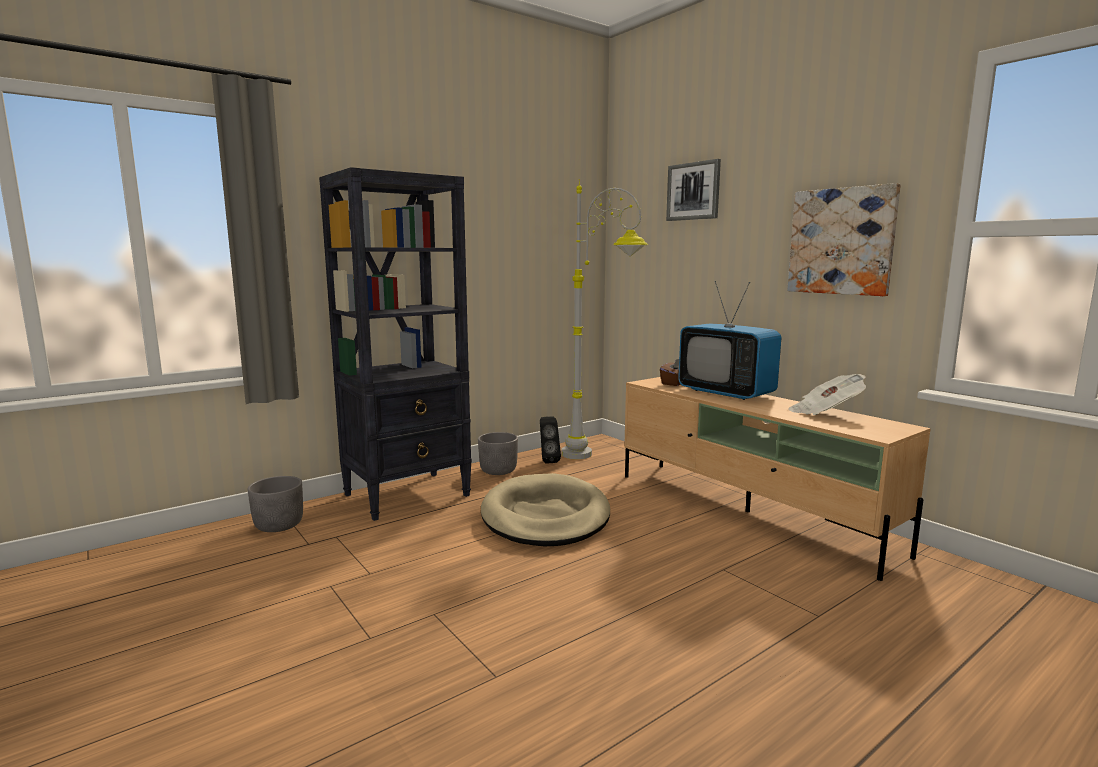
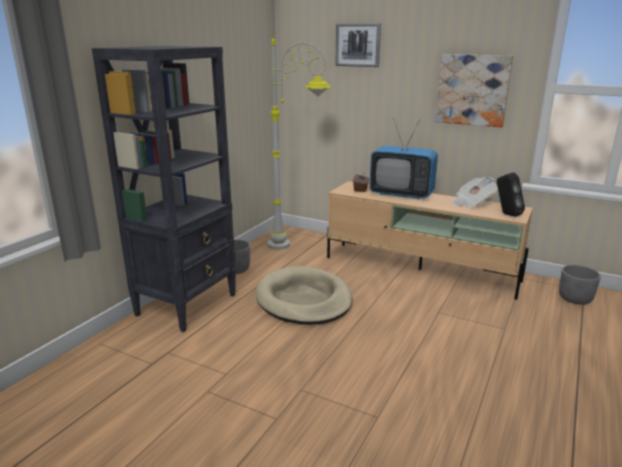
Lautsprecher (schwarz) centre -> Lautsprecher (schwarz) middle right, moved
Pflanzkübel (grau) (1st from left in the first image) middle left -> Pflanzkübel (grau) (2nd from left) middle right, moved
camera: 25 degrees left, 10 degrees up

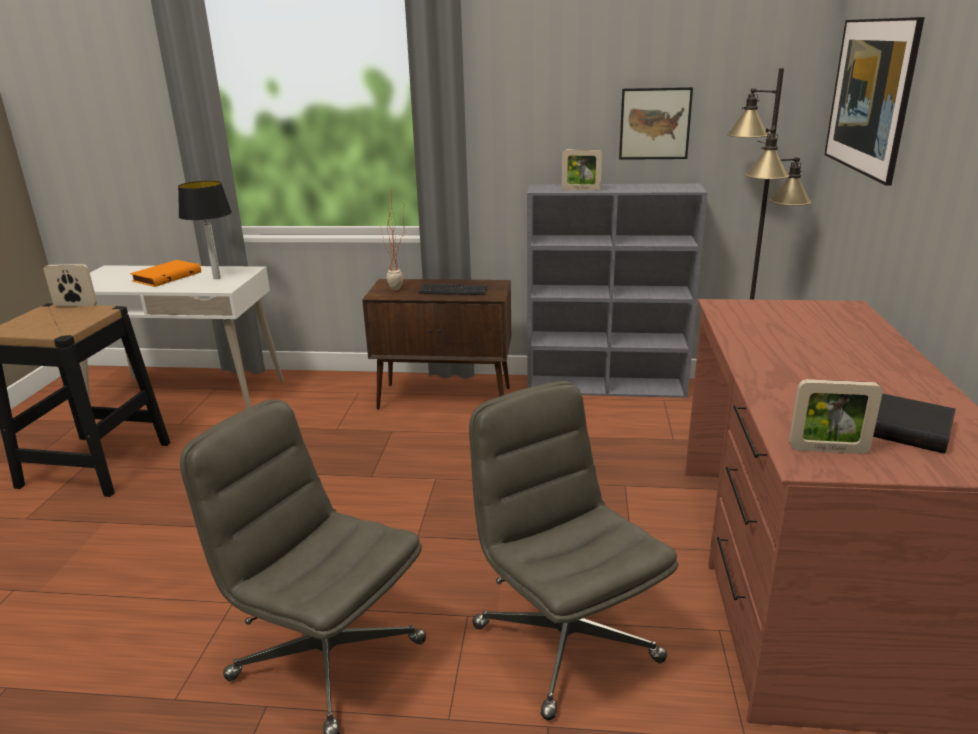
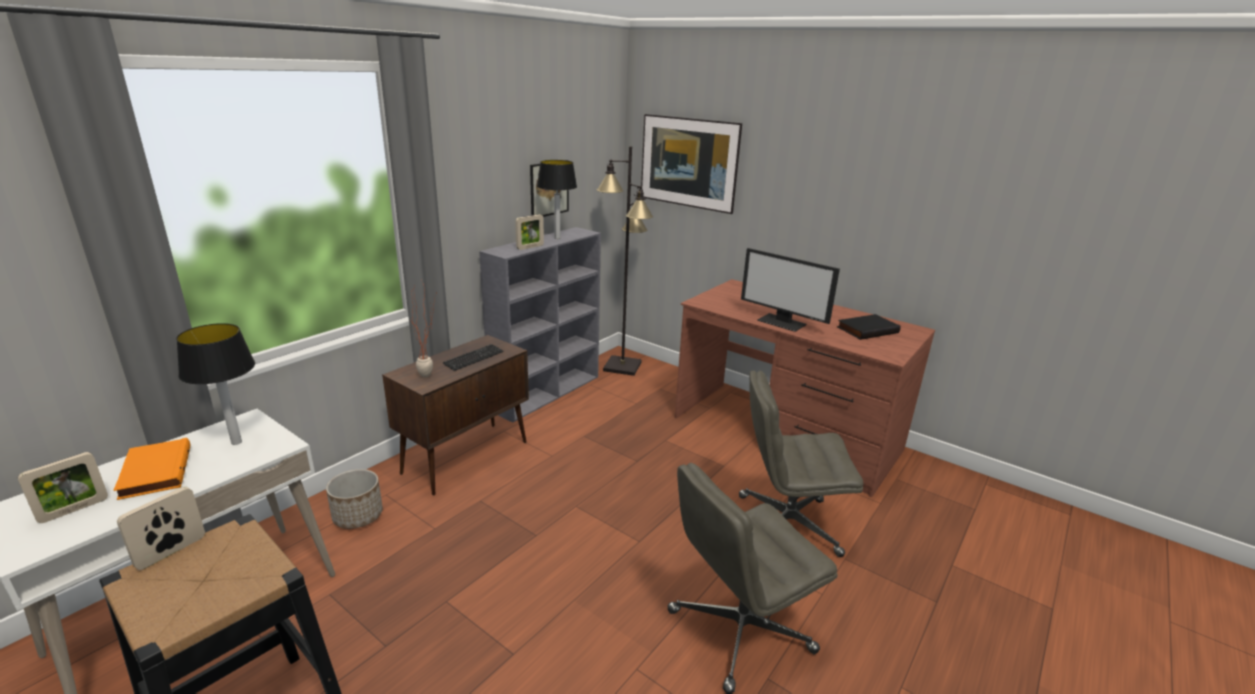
Bilderrahmen (3rd from left in the first image) middle right -> Bilderrahmen (1st from left) bottom left, moved
none -> Tischlampe (2nd from left) top centre
none -> Monitor centre
none -> Pflanzkübel bottom left
camera: 60 degrees left, 0 degrees up

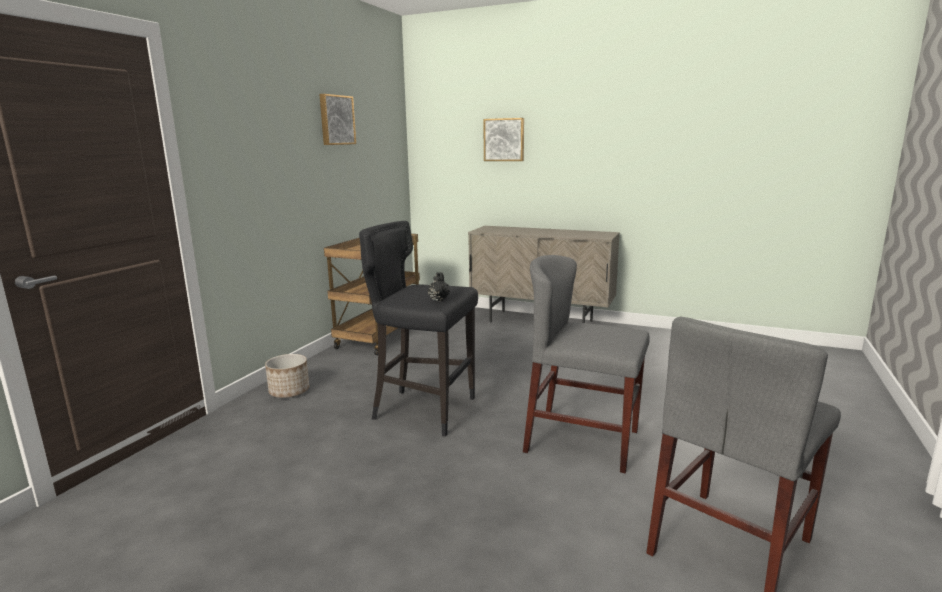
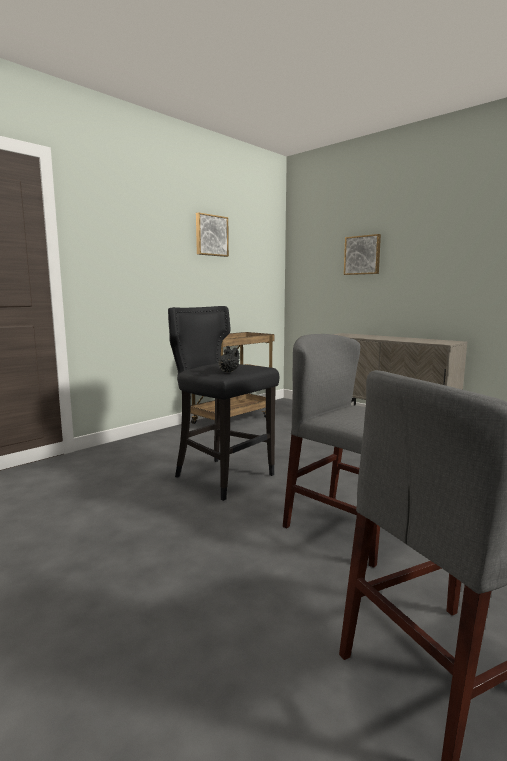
Pflanzkübel middle left -> none
camera: 20 degrees right, 5 degrees down

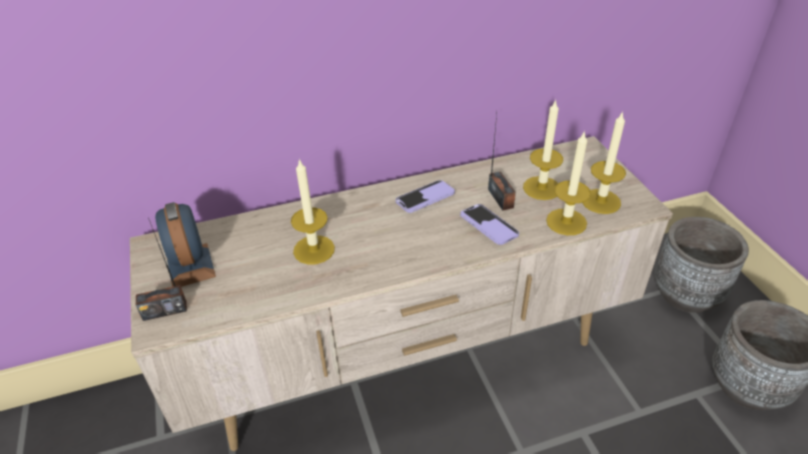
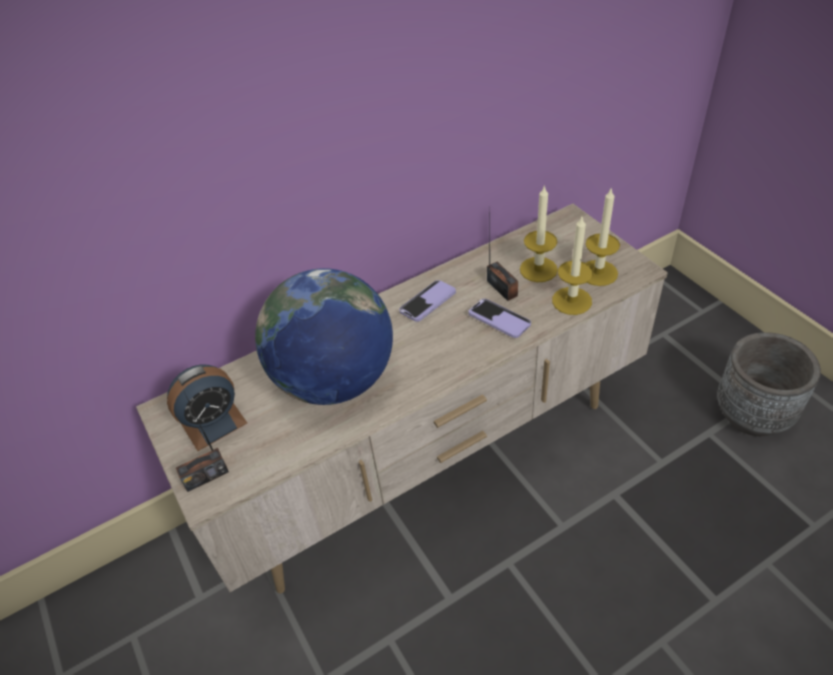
Kerze (1st from left) centre -> Globus centre
Wecker middle left, 90 degrees counterclockwise
Pflanzkübel (grau) (1st from left) middle right -> none
camera: 10 degrees left, 5 degrees up

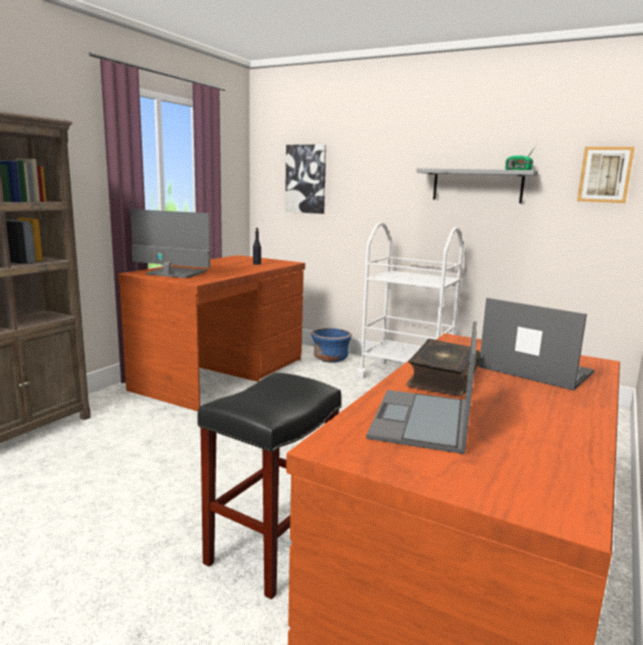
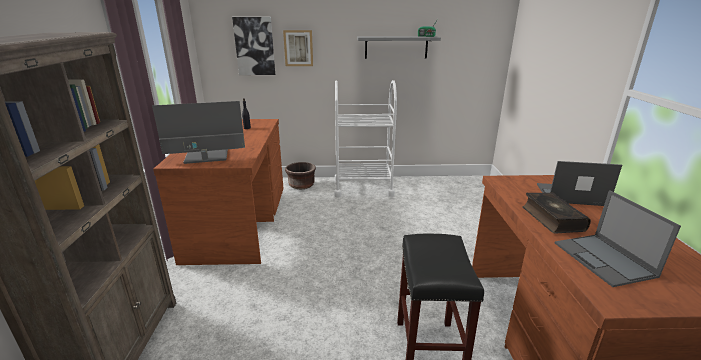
Bild (2nd from left) top right -> Bild (2nd from left) top centre, moved
Pflanzkübel (blau) centre -> Pflanzkübel (braun) centre
camera: 30 degrees left, 10 degrees up

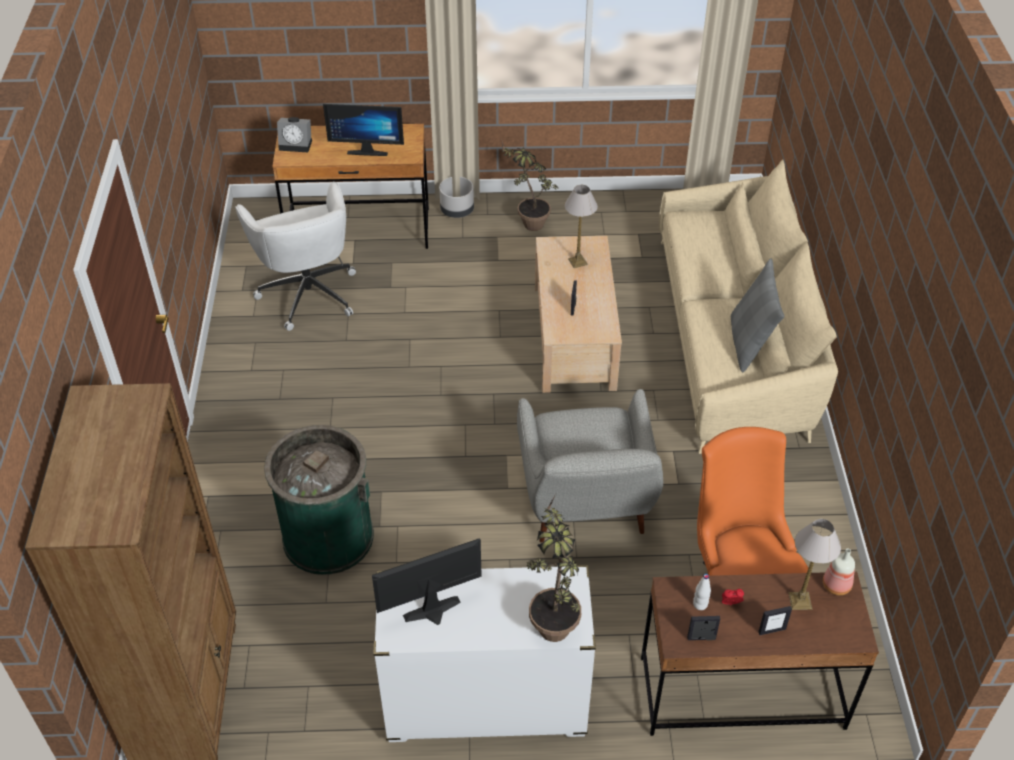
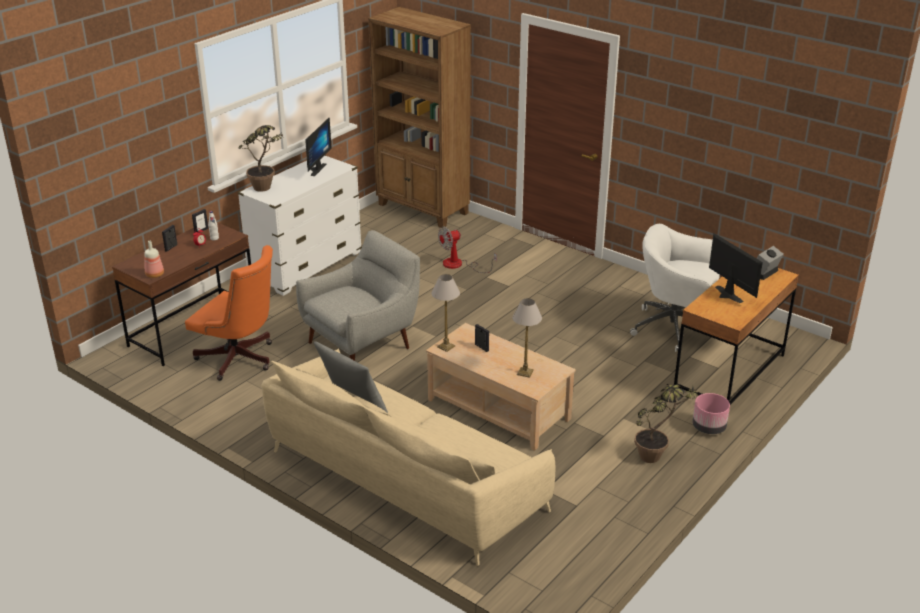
Monitor (1st from left in the first image) top centre -> Monitor (2nd from left) middle right, 105 degrees clockwise
Pflanzkübel (grau) top centre -> Pflanzkübel (rosa) bottom right
Sessel (grau) centre, 105 degrees clockwise
Mülleimer (grün) middle left -> Ventilator centre
Tischlampe (2nd from left in the first image) bottom right -> Tischlampe (1st from left) centre, moved
camera: 130 degrees right, 15 degrees down

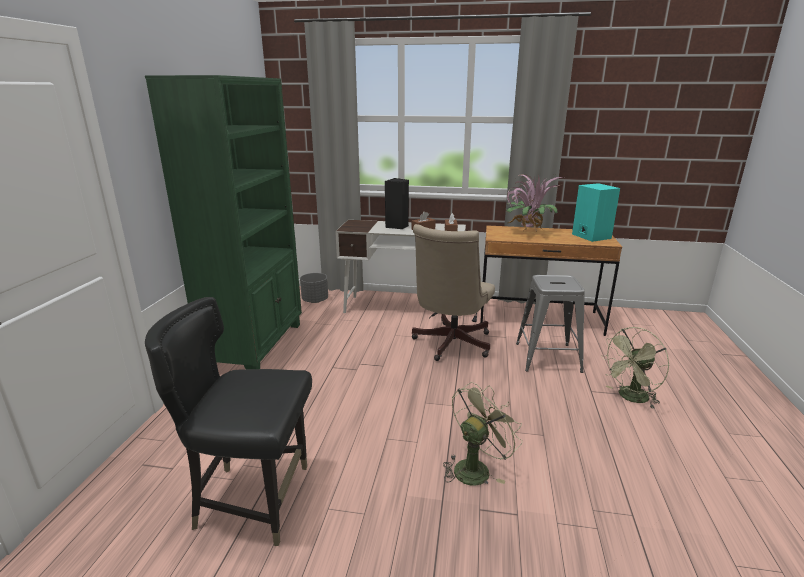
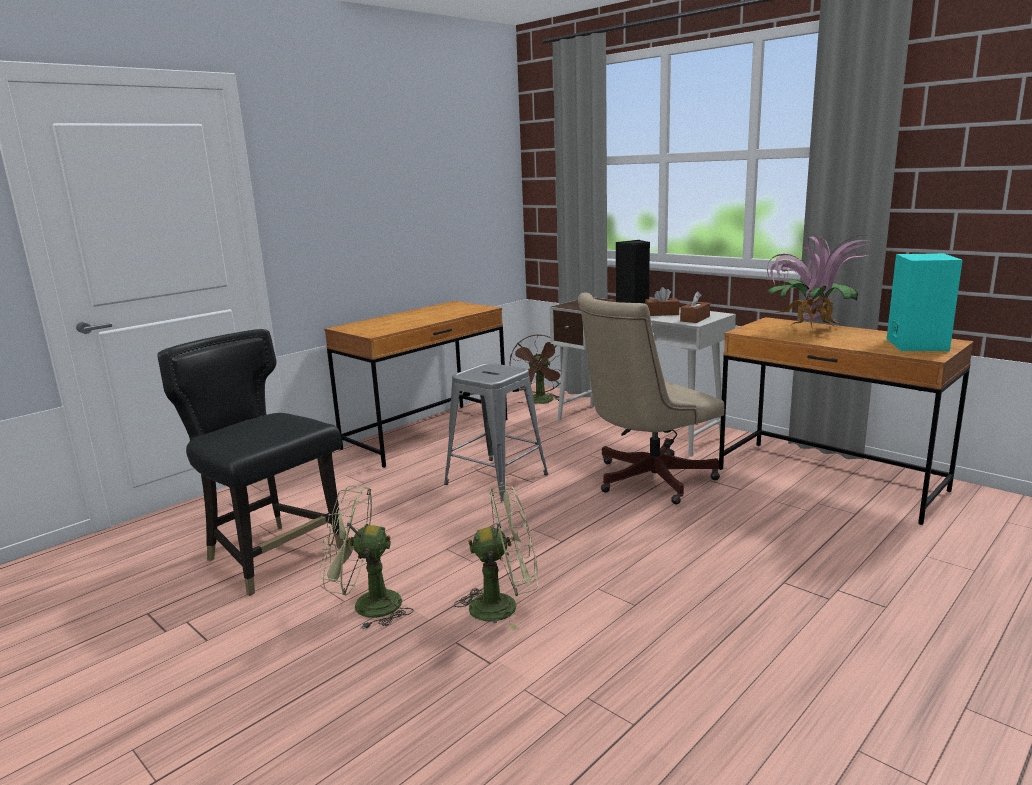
Bücherregal (grün) middle left -> Schreibtisch (braun) (1st from left) centre
Pflanzkübel (grau) centre -> Ventilator (braun) centre
Hocker (grau) middle right -> Hocker (grau) centre, moved
Ventilator (grün) (2nd from left in the first image) middle right -> Ventilator (grün) (1st from left) bottom centre, moved
camera: 35 degrees right, 5 degrees down

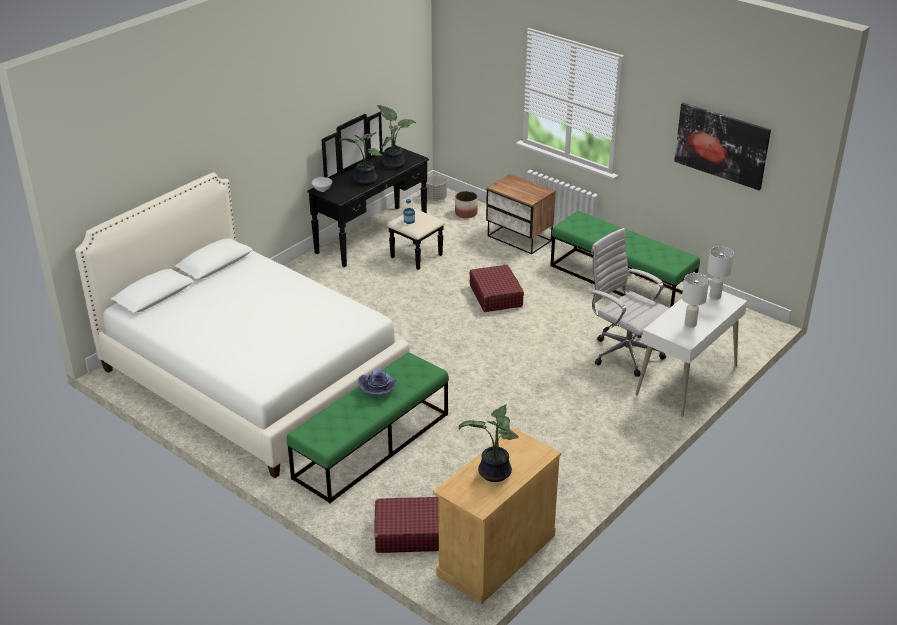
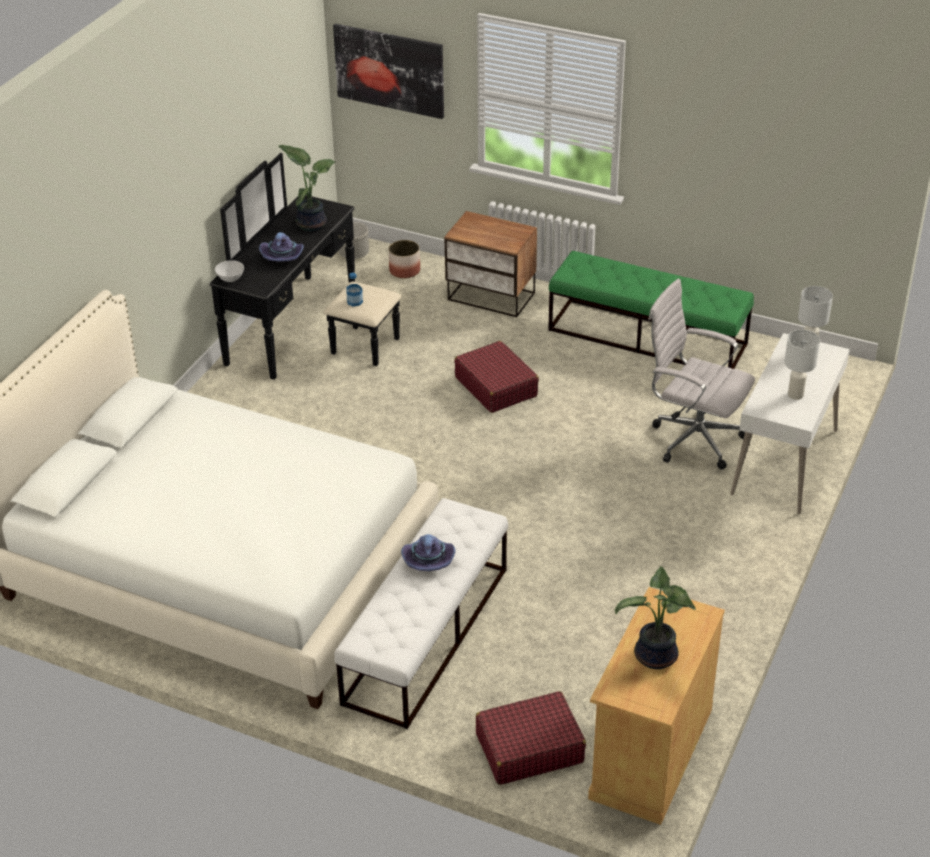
Bild top right -> Bild top centre, moved
Topfpflanze (1st from left) top centre -> Hut (lila) (1st from left) top left
Bank (grün) (1st from left) bottom centre -> Bank (weiß) bottom centre
camera: 15 degrees left, 5 degrees up

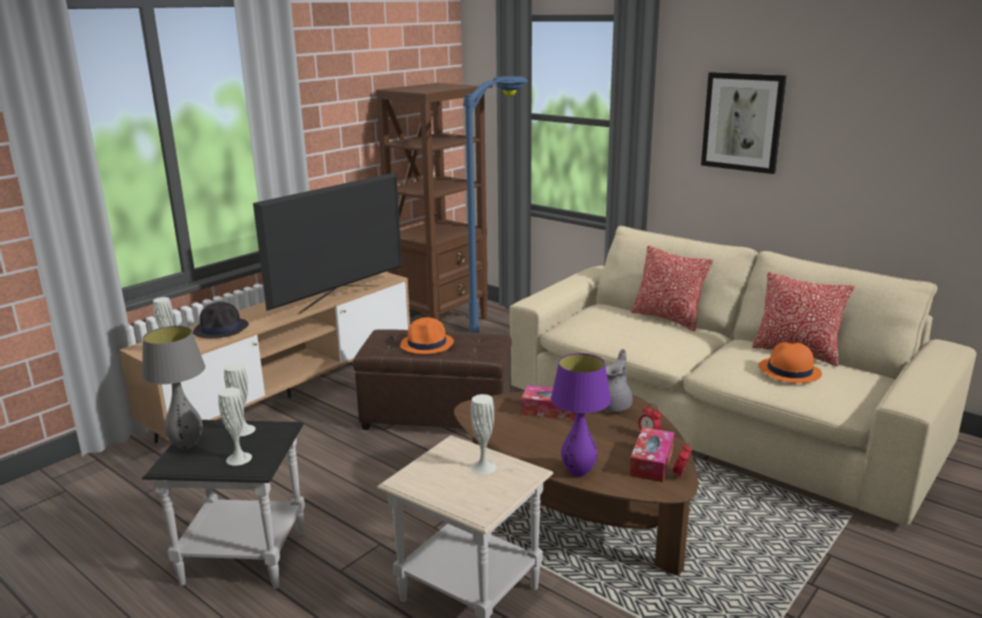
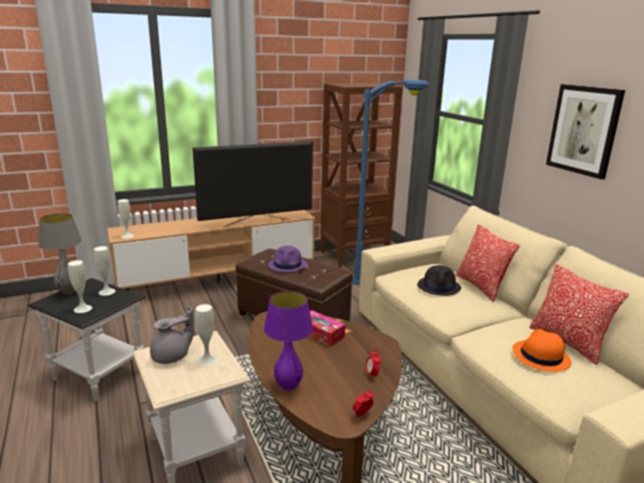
Hut (schwarz) middle left -> Hut (schwarz) middle right, moved
Hut (orange) (1st from left) centre -> Hut (lila) centre
Teekanne (grau) centre -> Teekanne (grau) bottom left, moved
Taschentuchbox (2nd from left) bottom centre -> none
camera: 25 degrees right, 0 degrees up

